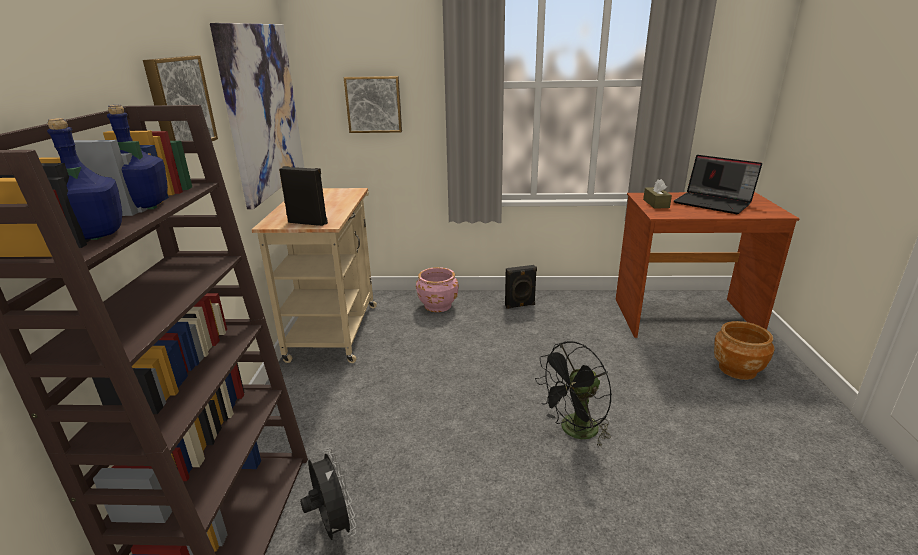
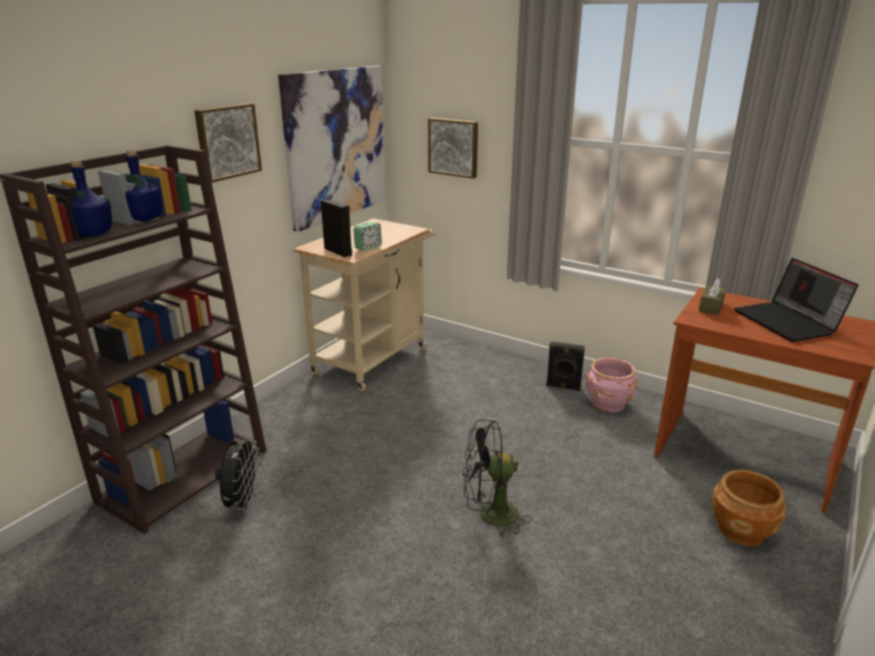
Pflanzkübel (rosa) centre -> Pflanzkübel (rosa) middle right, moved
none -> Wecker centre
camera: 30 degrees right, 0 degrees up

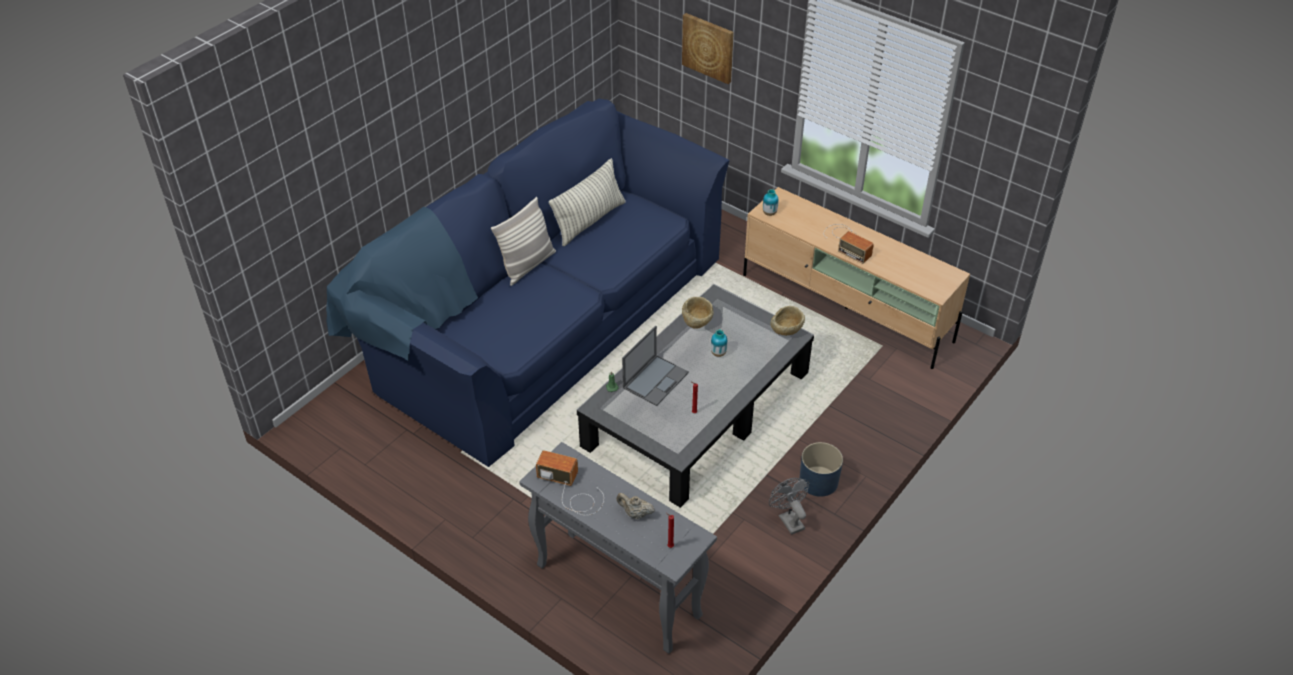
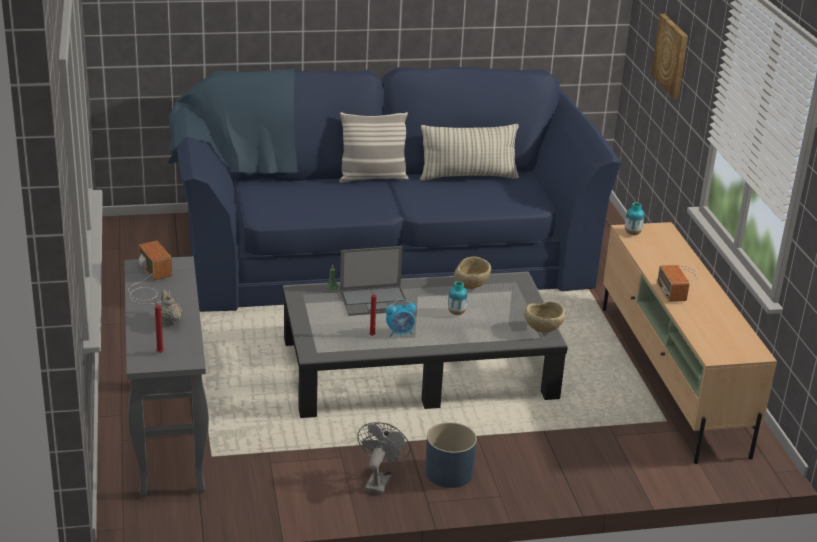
none -> Wecker centre
camera: 40 degrees right, 15 degrees down

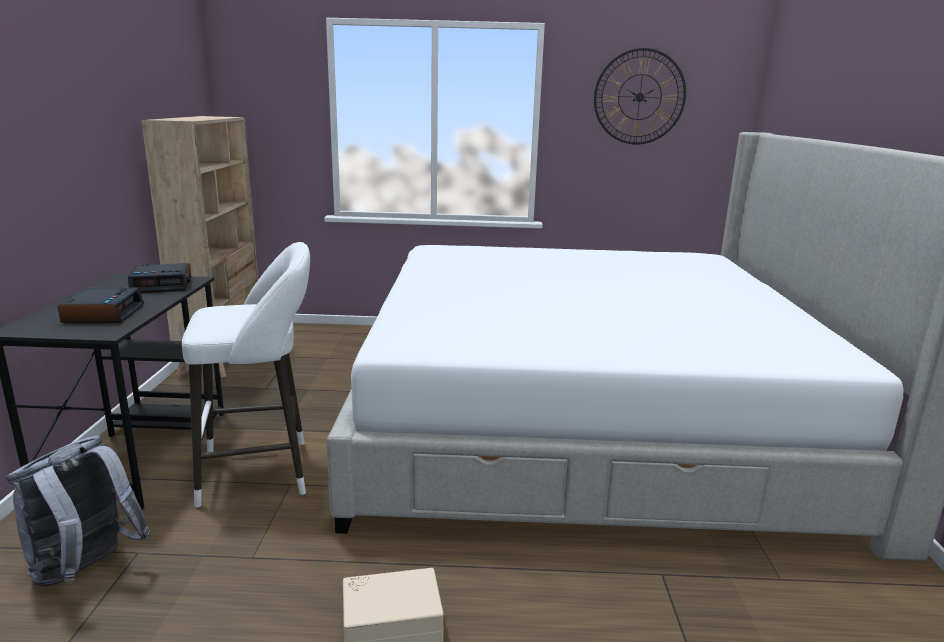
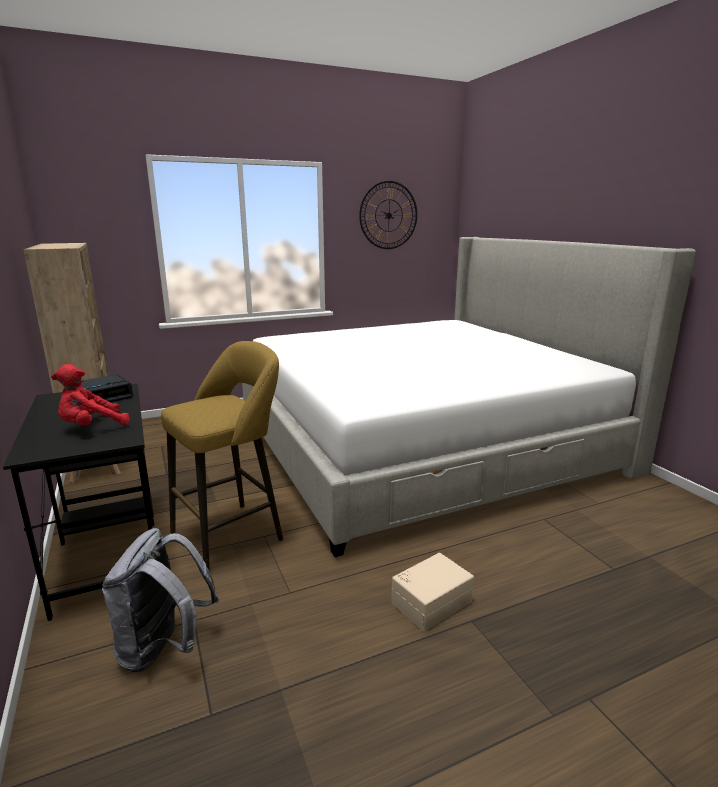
Hocker (weiß) middle left -> Hocker (gelb) middle left
Wecker (1st from left) middle left -> Plüschtier (rot) middle left
camera: 25 degrees left, 0 degrees up

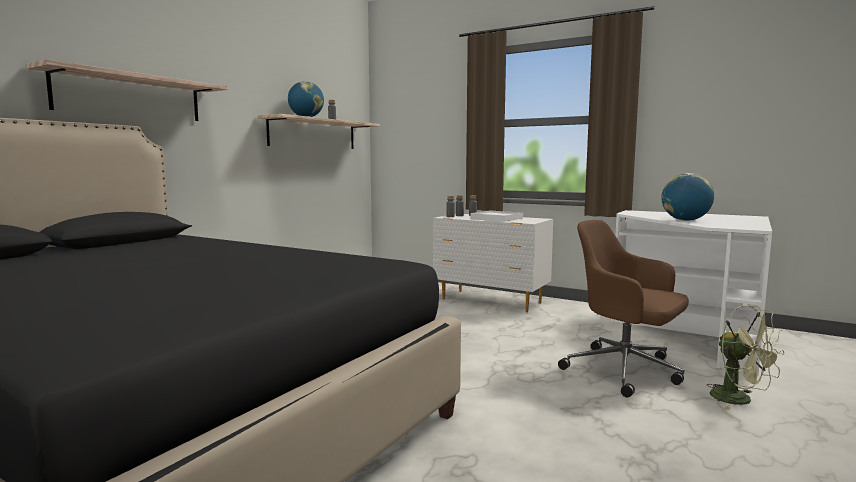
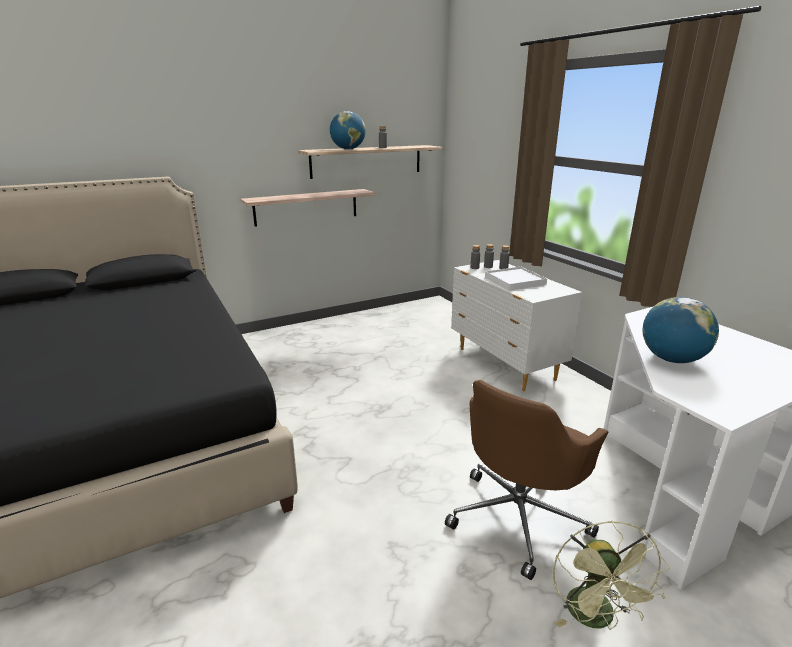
Wandregal (1st from left) top left -> Wandregal (1st from left) top centre, moved
Bürostuhl (braun) middle right -> Bürostuhl (braun) bottom centre, 120 degrees counterclockwise
camera: 30 degrees right, 15 degrees up

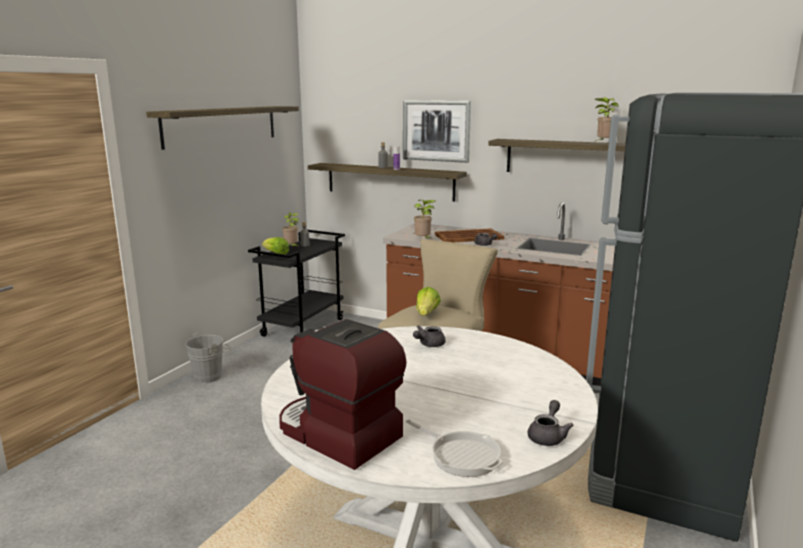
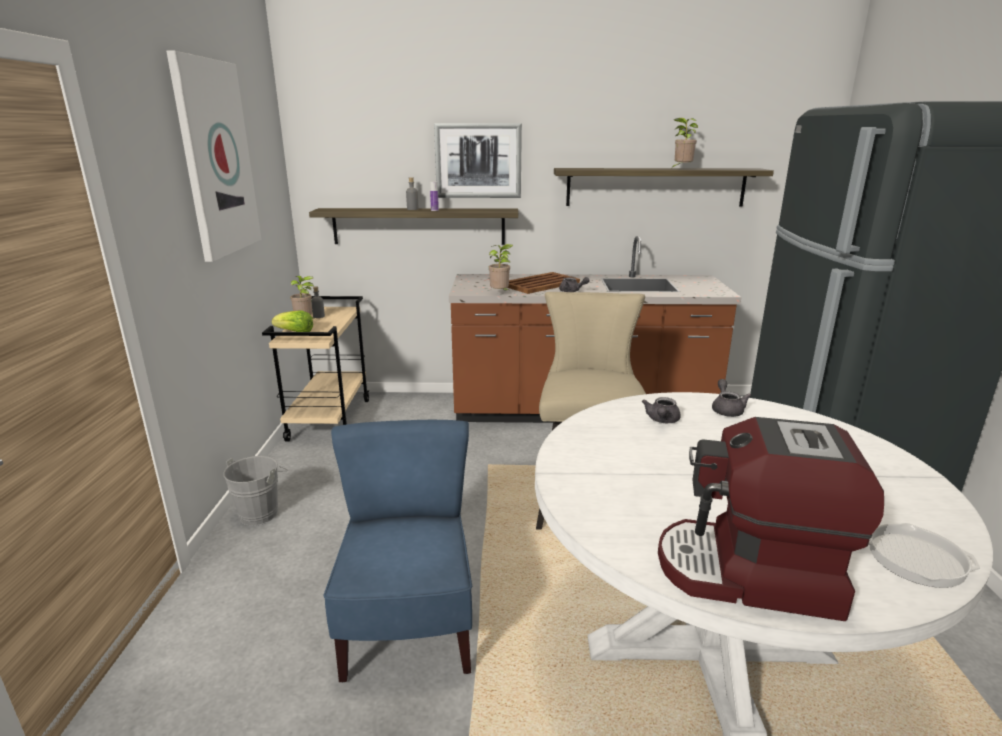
Wandregal (1st from left) top left -> Bild (1st from left) top left
Rollwagen (schwarz) centre -> Rollwagen (beige) middle left
Salatkopf (2nd from left) centre -> none
Teekanne (grau) (3rd from left) bottom right -> Teekanne (grau) (3rd from left) middle right, moved
none -> Stuhl (blau) bottom centre
camera: 25 degrees left, 5 degrees up

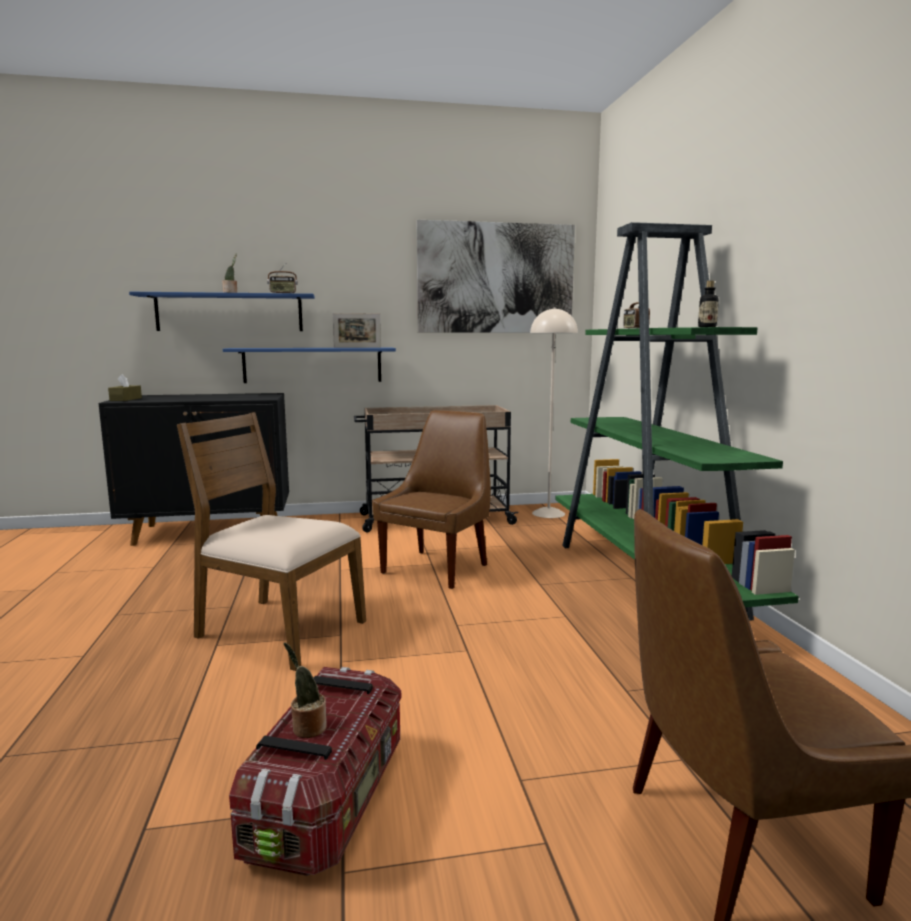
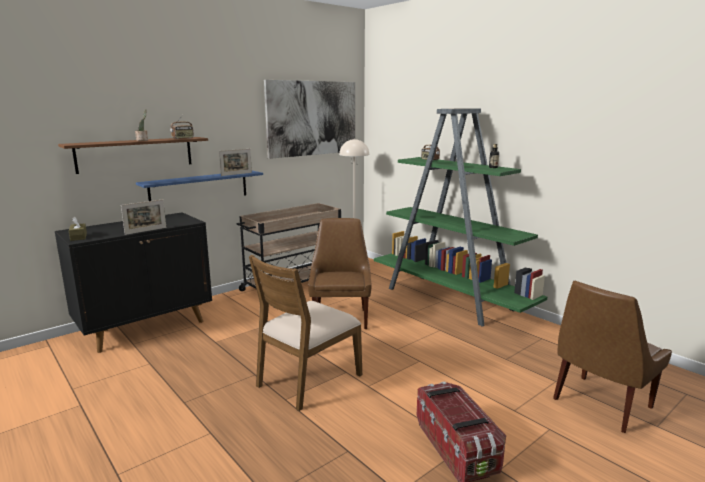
Wandregal (blau) (1st from left) middle left -> Wandregal (braun) top left
Stuhl (braun) (1st from left) middle left -> Stuhl (braun) (1st from left) bottom centre, 45 degrees counterclockwise
Topfpflanze (2nd from left) bottom centre -> none
none -> Bilderrahmen (1st from left) middle left
camera: 30 degrees left, 5 degrees up

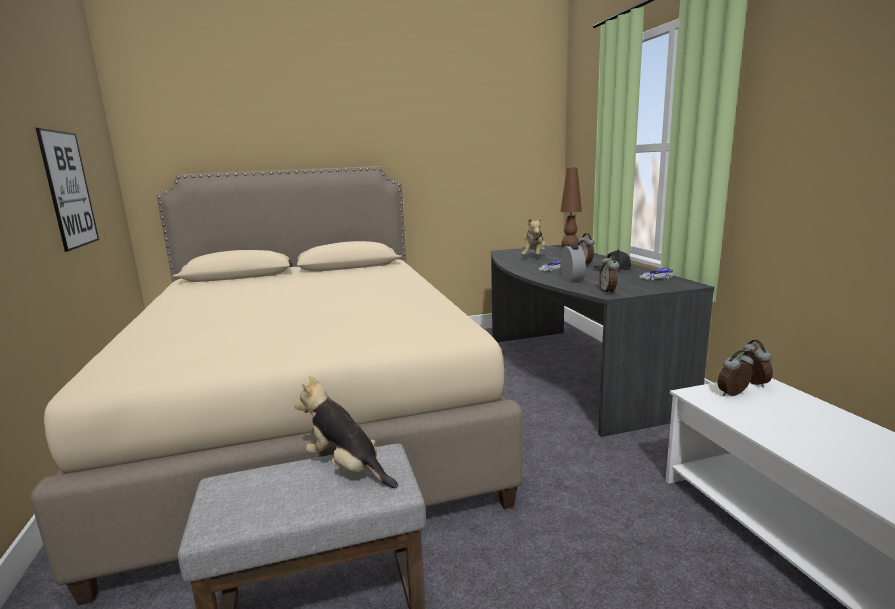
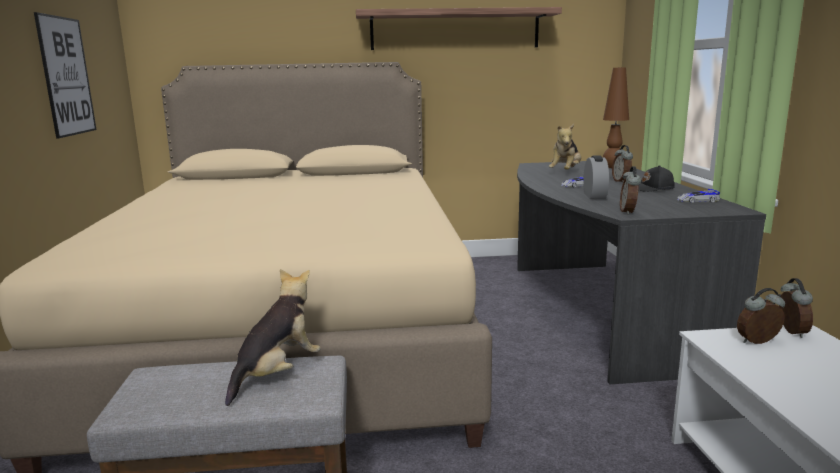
Plüschtier (1st from left) bottom centre -> Plüschtier (1st from left) bottom left, 75 degrees clockwise
none -> Wandregal top centre
camera: 10 degrees right, 0 degrees up

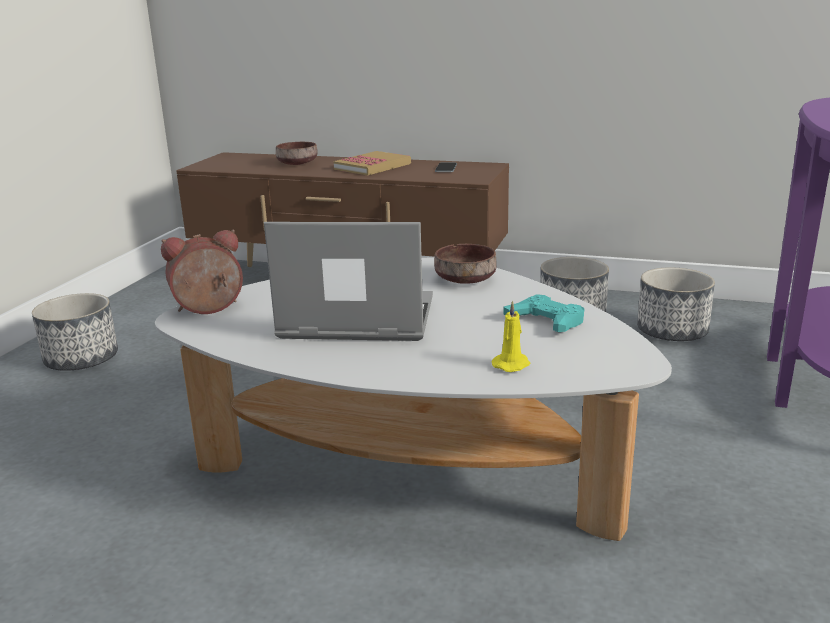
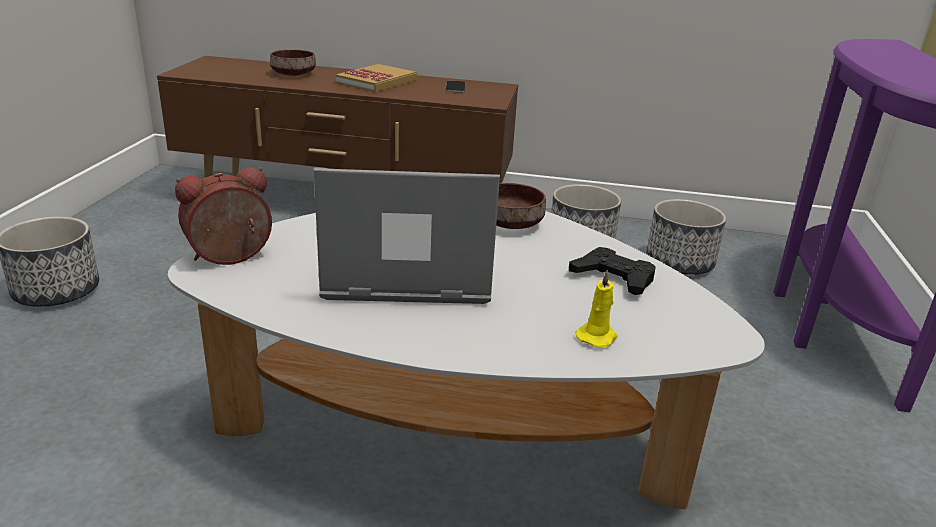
Gamepad (türkis) centre -> Gamepad (schwarz) centre
camera: 10 degrees left, 5 degrees up

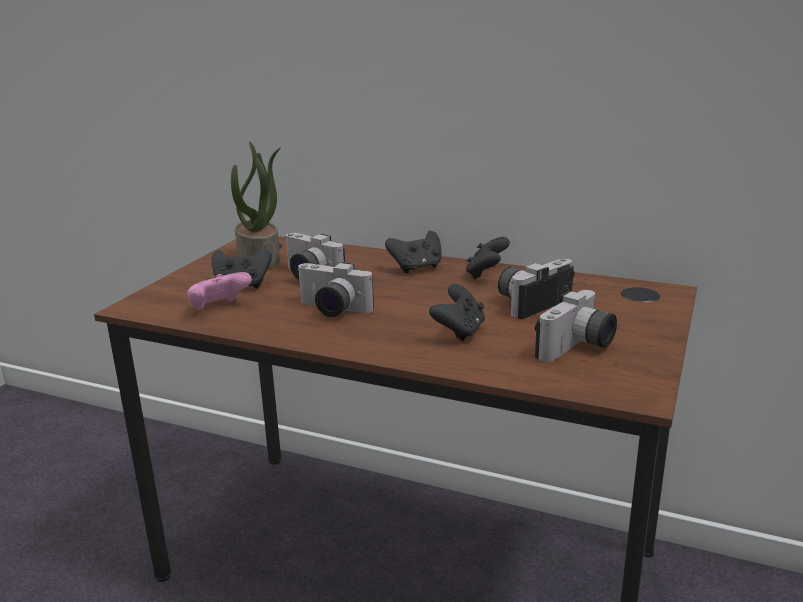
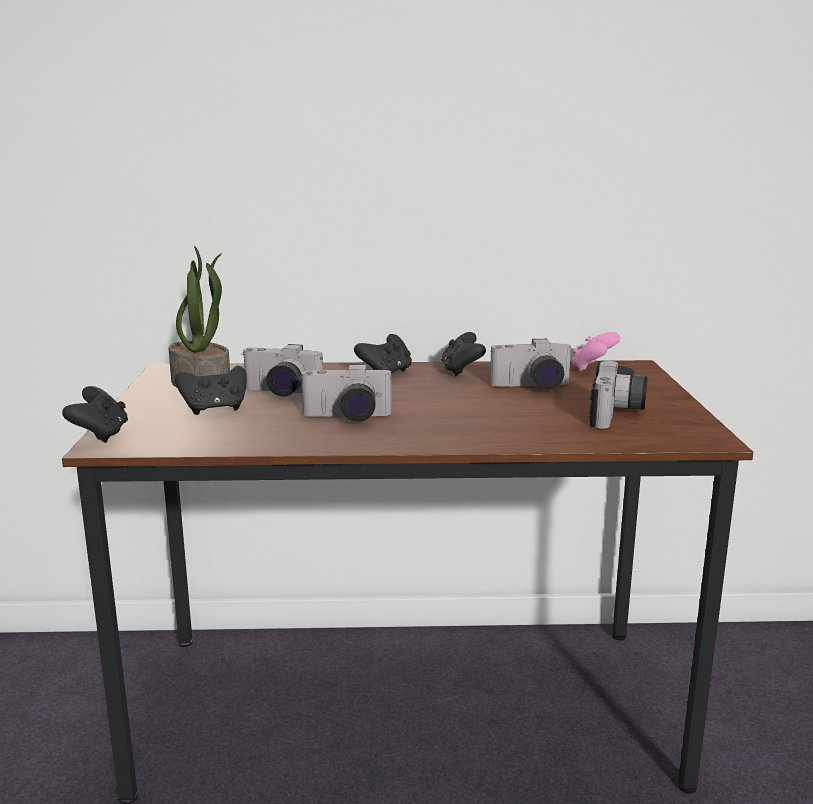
Kamera (3rd from left) middle right -> Kamera (3rd from left) centre, 120 degrees counterclockwise
Gamepad (rosa) middle left -> Gamepad (rosa) middle right, moved
Gamepad (schwarz) (3rd from left in the first image) centre -> Gamepad (schwarz) (1st from left) middle left, moved
camera: 25 degrees left, 5 degrees down

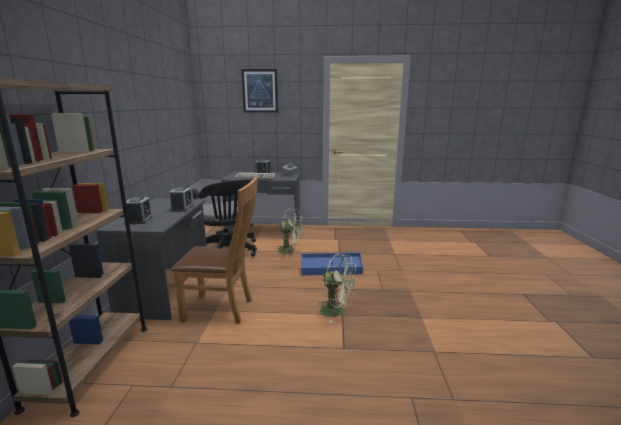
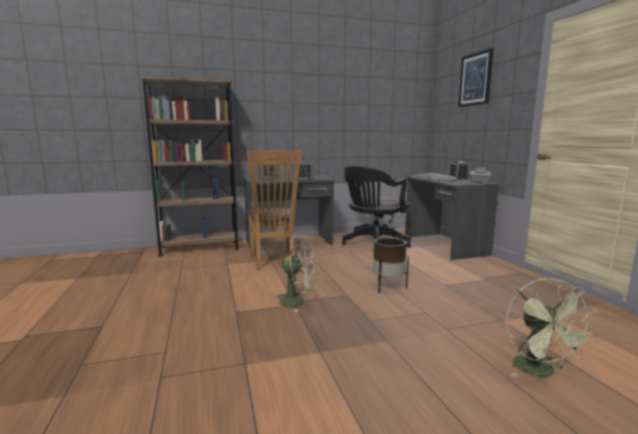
Ventilator (grün) centre -> Ventilator (grün) bottom right, moved
Aufbewahrungsbox (blau) centre -> Pflanzkübel (braun) centre
Ventilator (beige) bottom centre -> Ventilator (beige) centre, 90 degrees counterclockwise
camera: 70 degrees right, 5 degrees down

